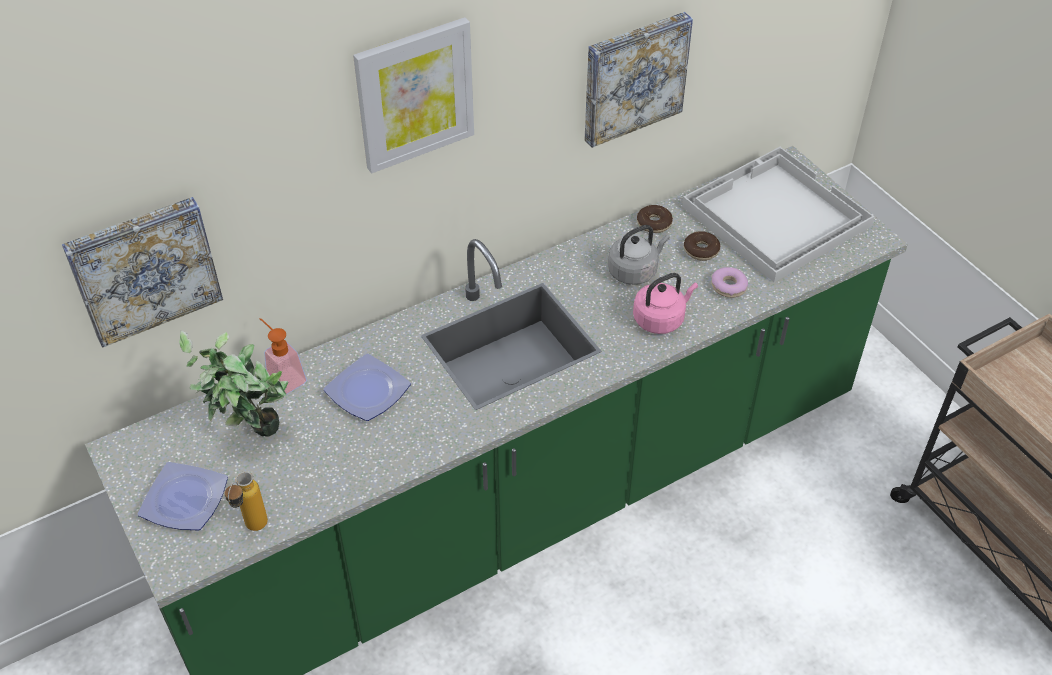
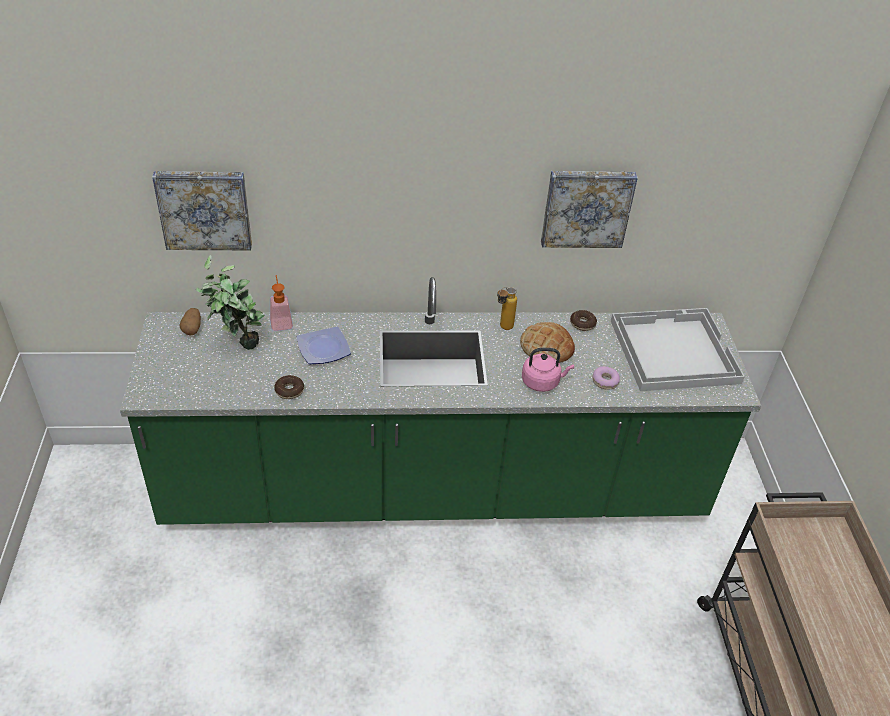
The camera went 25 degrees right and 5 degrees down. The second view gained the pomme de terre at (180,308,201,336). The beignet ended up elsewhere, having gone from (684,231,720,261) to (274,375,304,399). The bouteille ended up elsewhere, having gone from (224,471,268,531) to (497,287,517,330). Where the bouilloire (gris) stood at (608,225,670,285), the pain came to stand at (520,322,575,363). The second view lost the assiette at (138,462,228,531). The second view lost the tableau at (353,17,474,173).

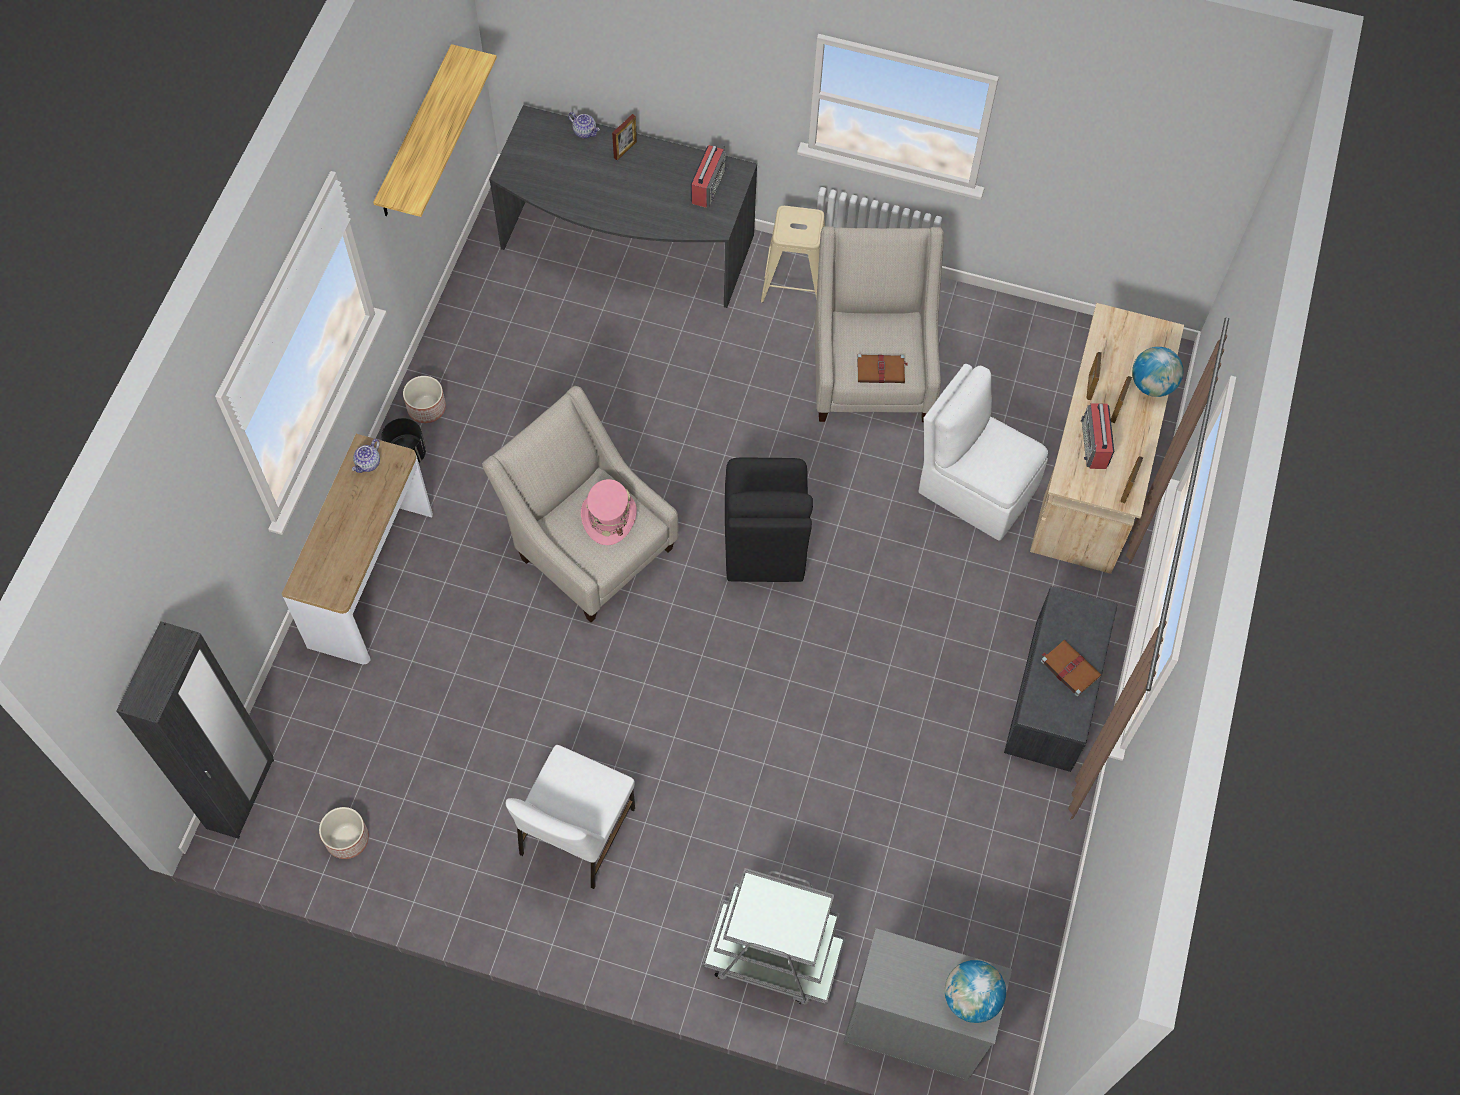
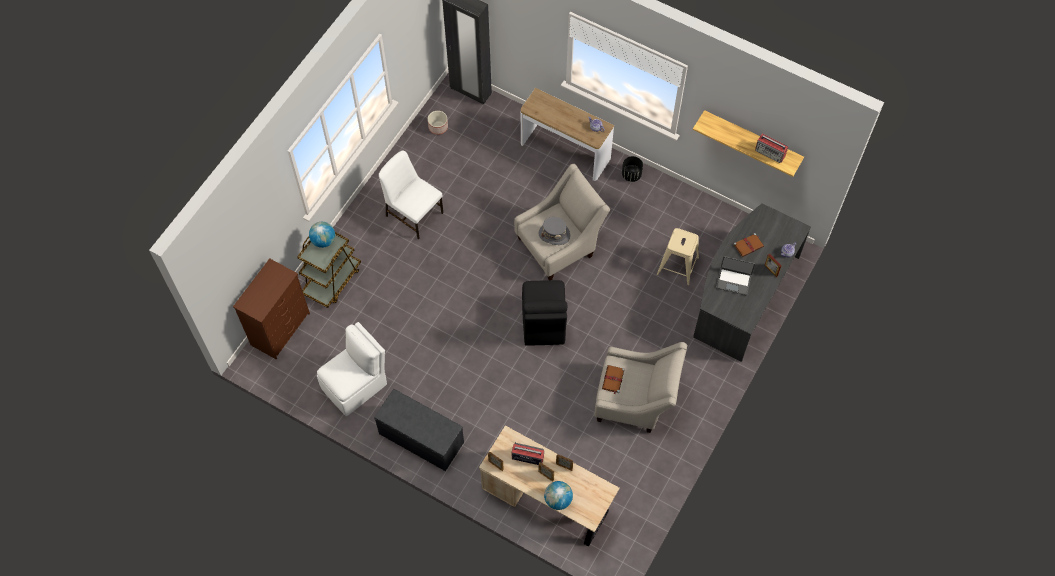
The camera went 105 degrees right and 0 degrees up. What was the commode (gris) at (843,928,1012,1082) turned into the commode (marron) at (233,258,310,360). What was the chariot (gris) at (702,868,846,1005) turned into the chariot (marron) at (297,232,361,308). The globe ended up elsewhere, having gone from (945,960,1006,1023) to (309,222,335,248). The chaise (blanc) ended up elsewhere, having gone from (918,364,1048,541) to (317,322,387,416). The chaise (noir) at (725,457,813,582) ended up facing another way, 105 degrees counterclockwise from before. What was the chapeau (rose) at (581,479,637,545) turned into the chapeau (gris) at (539,217,570,245). The tabouret (beige) ended up elsewhere, having gone from (761,206,825,303) to (657,228,699,285). The second view gained the ordinateur portable at (716,256,755,295). The livre (marron) ended up elsewhere, having gone from (1041,640,1101,697) to (734,233,764,257). The radio ended up elsewhere, having gone from (691,145,728,208) to (755,134,788,163). The second view lost the cache-pot at (403,376,446,423).

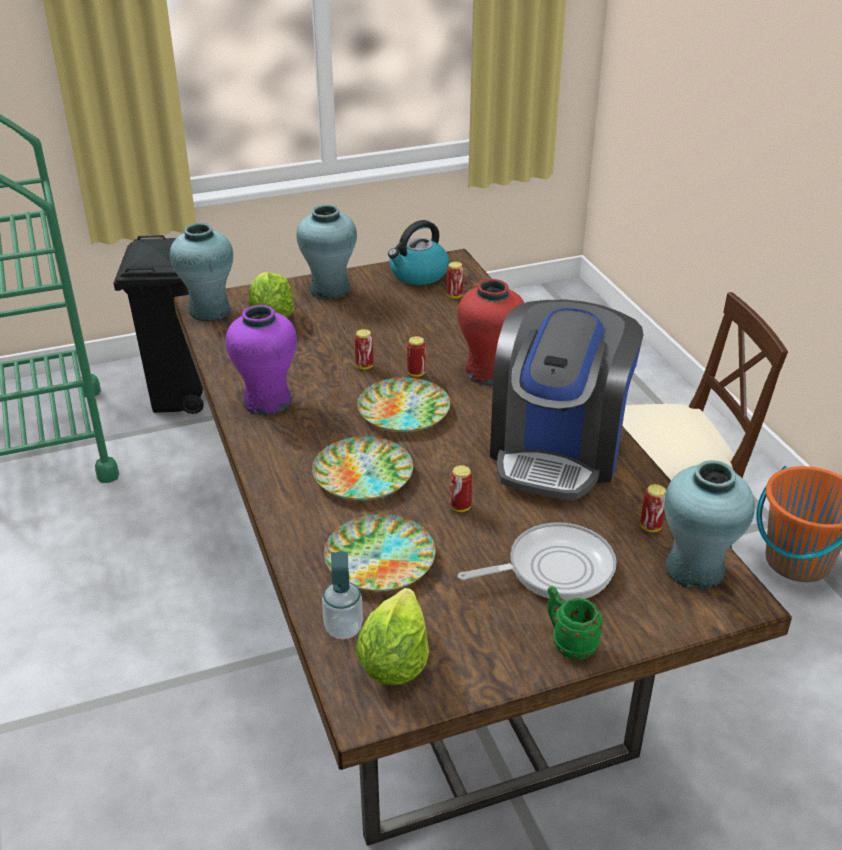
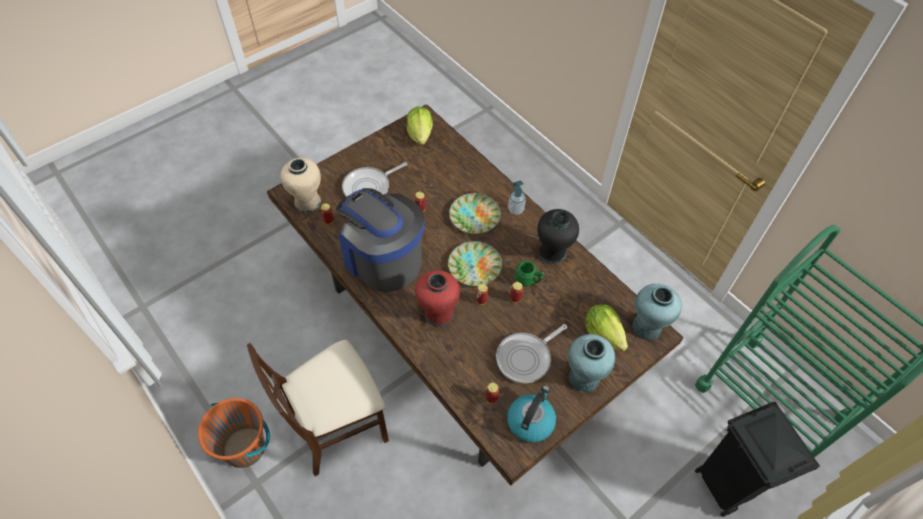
The camera went 160 degrees right and 20 degrees up. What was the vase (turquoise) at (664,460,755,590) turned into the vase (beige) at (280,158,321,213). The machine à café at (490,300,643,500) ended up facing another way, 45 degrees counterclockwise from before. The second view gained the poêle at (496,324,567,383). The distributeur de savon ended up elsewhere, having gone from (322,552,363,639) to (508,180,526,215). The mug (vert) ended up elsewhere, having gone from (547,586,603,660) to (515,261,544,287). What was the vase (violet) at (225,305,297,415) turned into the vase (noir) at (537,209,579,264). The second view lost the assiette at (324,514,435,591).

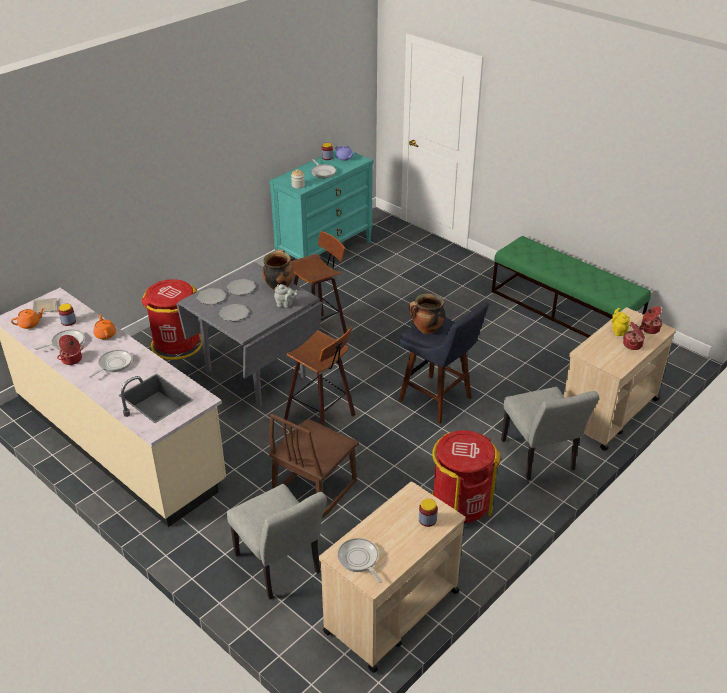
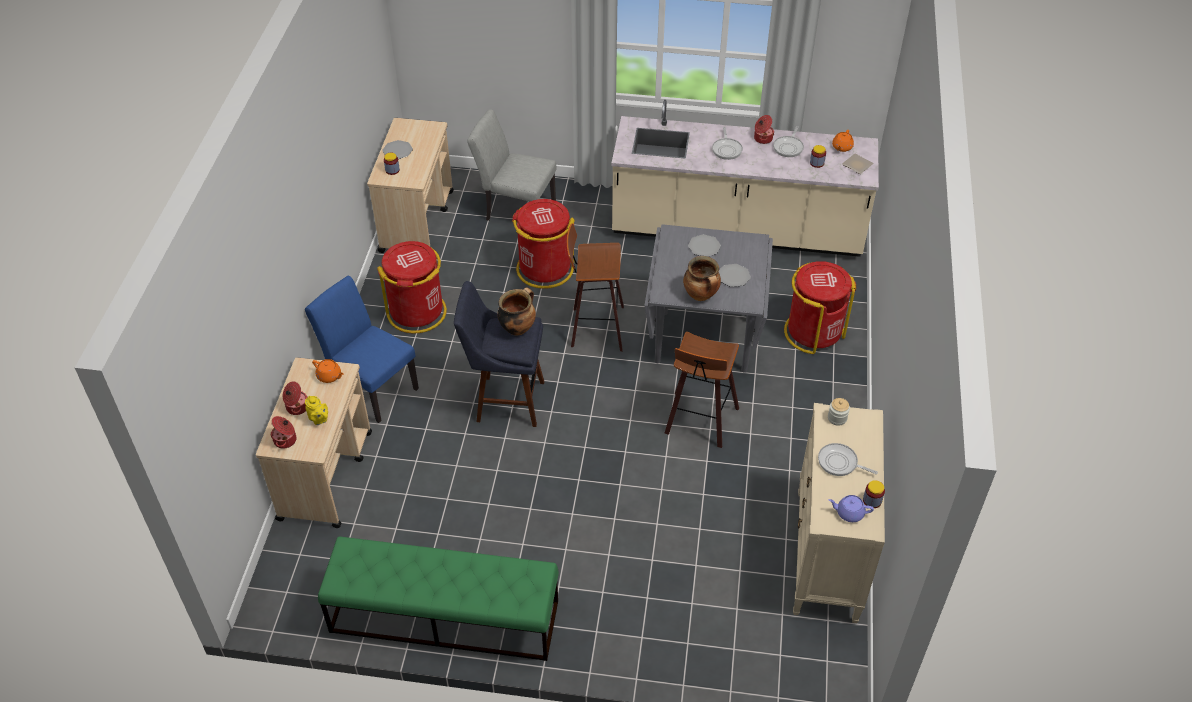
The camera went 145 degrees right and 10 degrees up. What was the chaise (gris) at (501,387,599,481) turned into the chaise (bleu) at (305,276,419,423). The théière (orange) ended up elsewhere, having gone from (93,314,116,339) to (312,359,344,383). The assiette ended up elsewhere, having gone from (197,288,226,305) to (382,140,413,159). Where the chaise (marron) stood at (269,413,359,518), the poubelle (rouge) came to stand at (512,199,574,289). What was the commode (turquoise) at (269,149,373,259) turned into the commode (beige) at (793,403,885,623). The second view lost the théière (gris) at (274,284,299,308). The second view lost the poêle at (338,538,383,583).

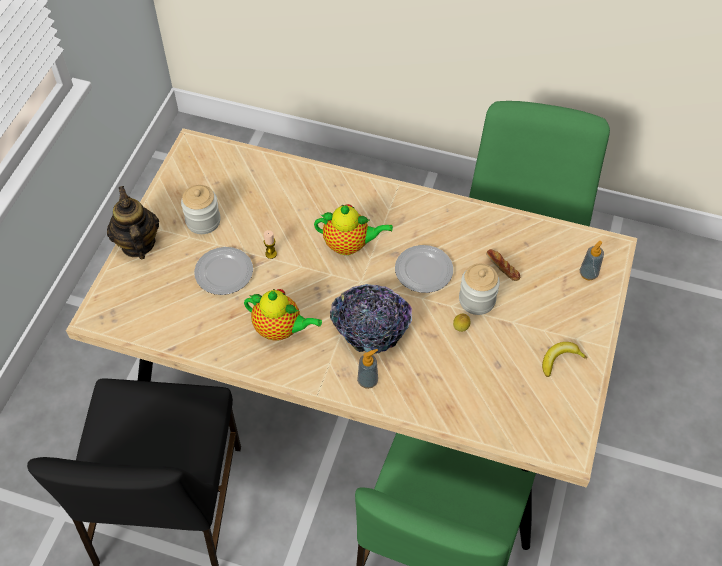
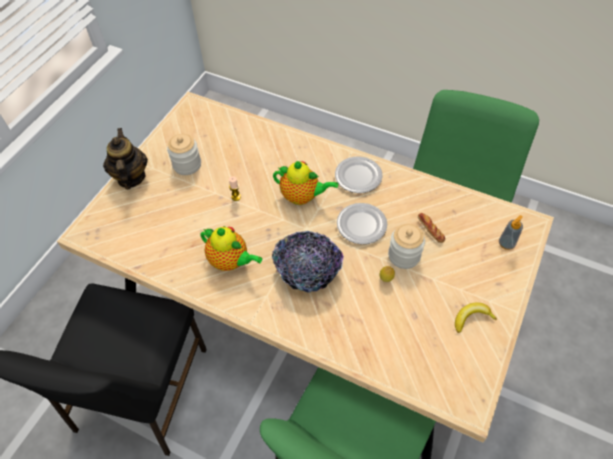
The camera went 10 degrees right and 0 degrees up. The assiette ended up elsewhere, having gone from (194,247,253,295) to (335,157,383,193). The second view lost the distributeur de savon at (357,349,378,389).

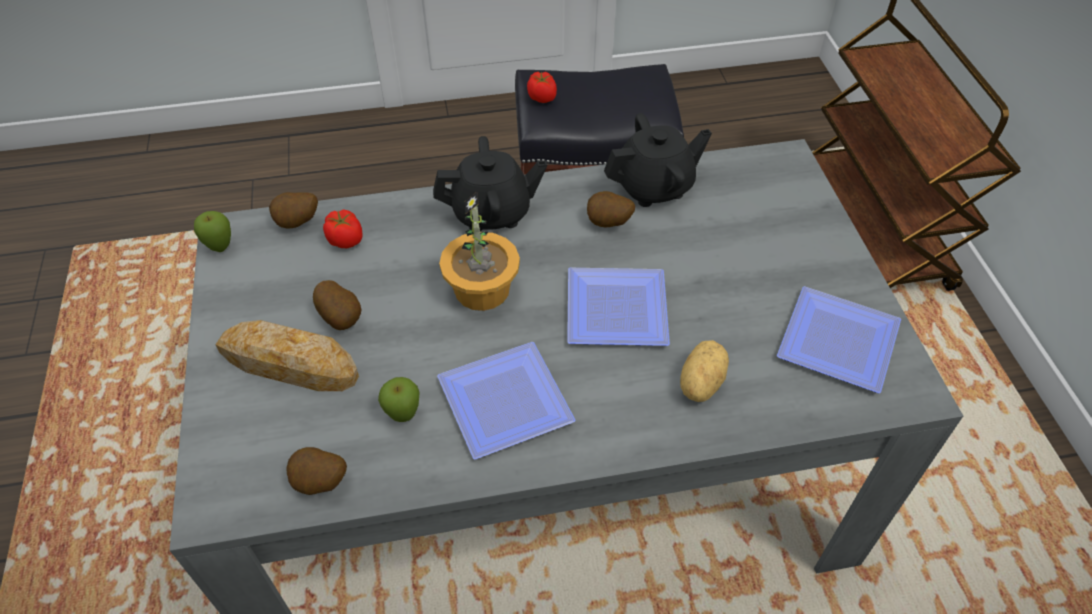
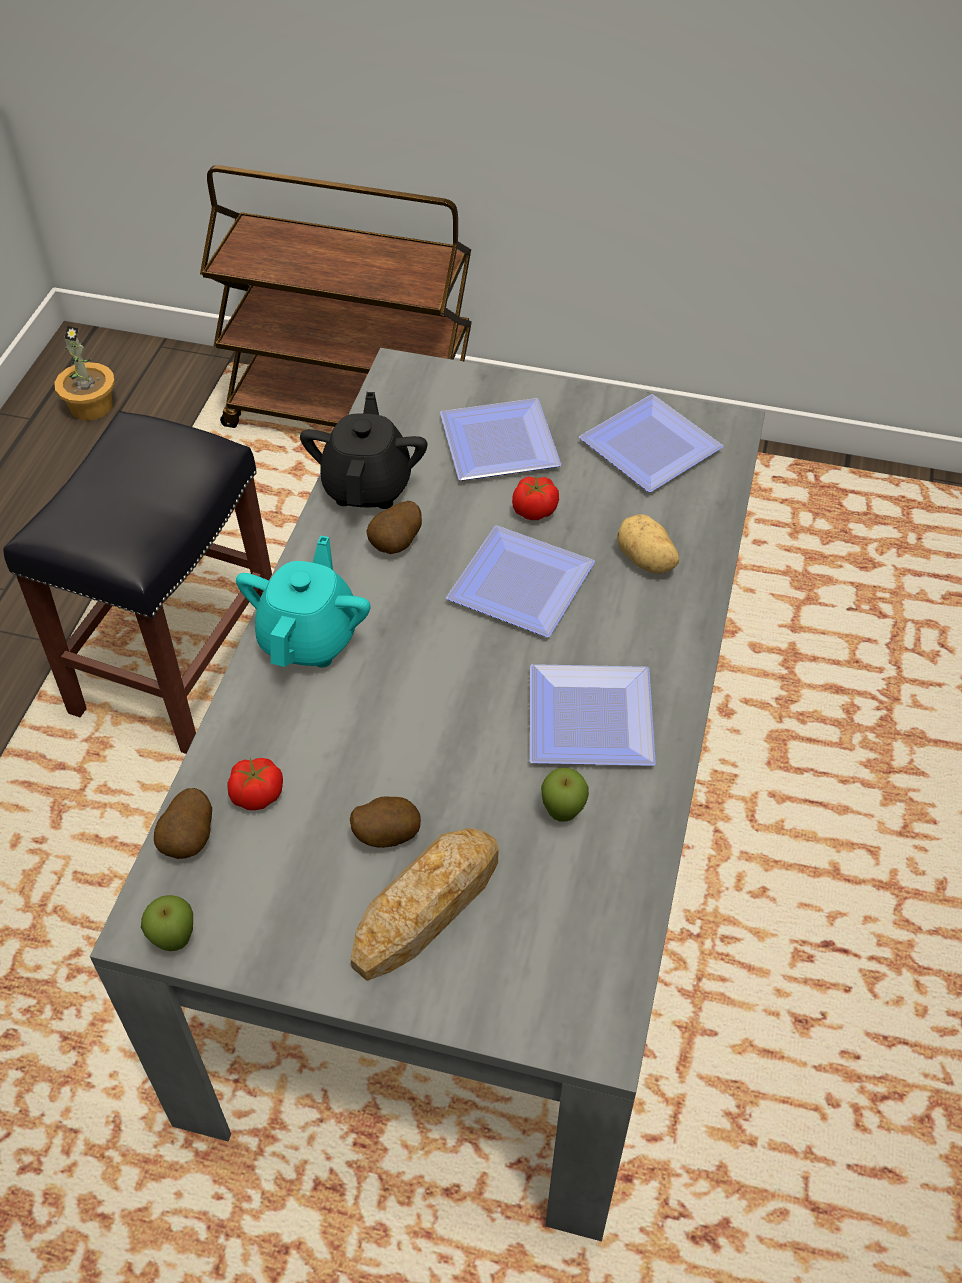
The camera went 65 degrees left and 0 degrees up. The plante en pot ended up elsewhere, having gone from (439,191,520,311) to (54,326,115,421). What was the théière (noir) at (433,136,547,231) turned into the théière (turquoise) at (236,536,371,668). The second view gained the assiette at (440,398,561,481). The tomate ended up elsewhere, having gone from (527,72,557,103) to (512,477,559,520). The second view lost the pomme de terre at (287,447,347,495).

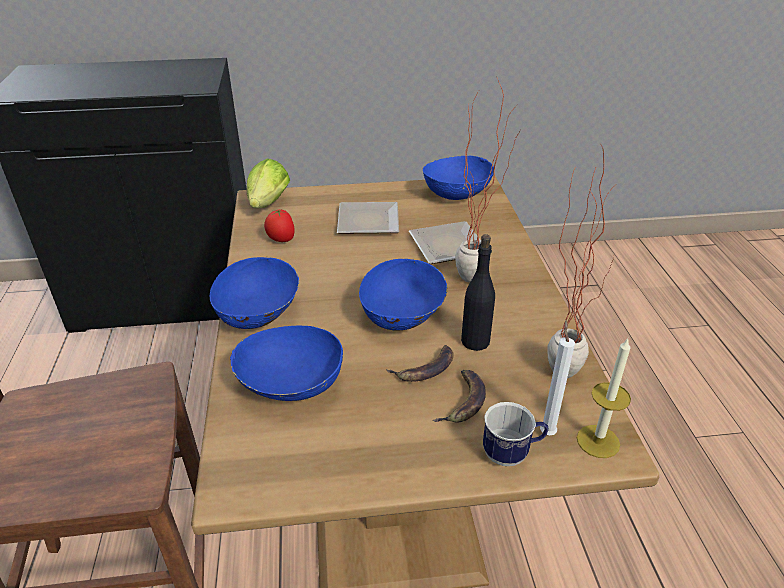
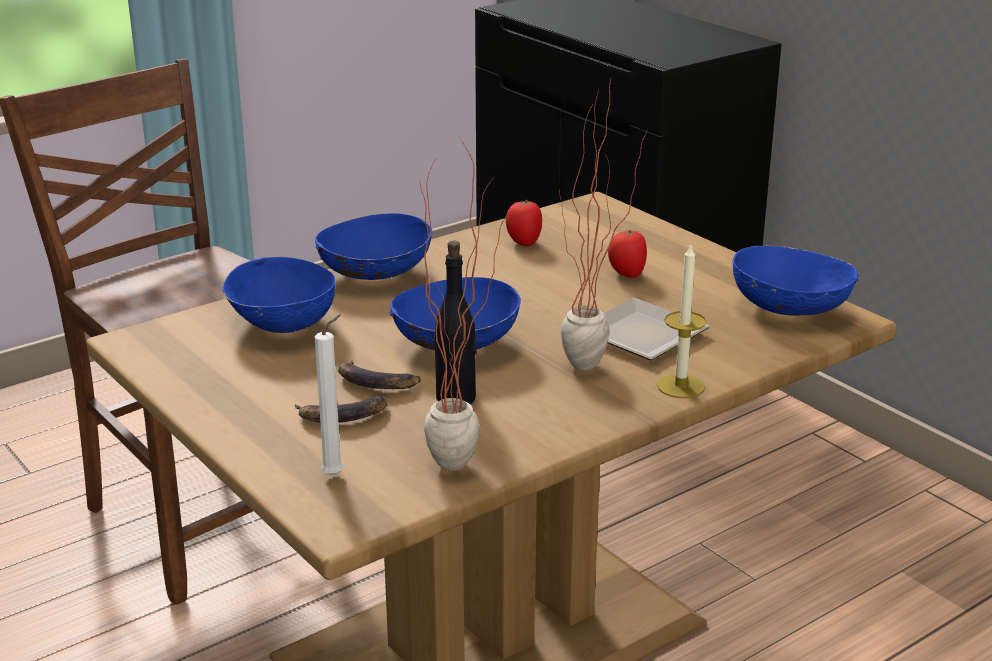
The camera went 60 degrees right and 10 degrees down. Where the assiette stood at (337,202,399,234), the tomate came to stand at (608,229,647,278). The bougie ended up elsewhere, having gone from (577,338,631,458) to (657,243,707,398). The second view lost the laitue at (247,158,290,208). The second view lost the mug at (483,402,548,466).

